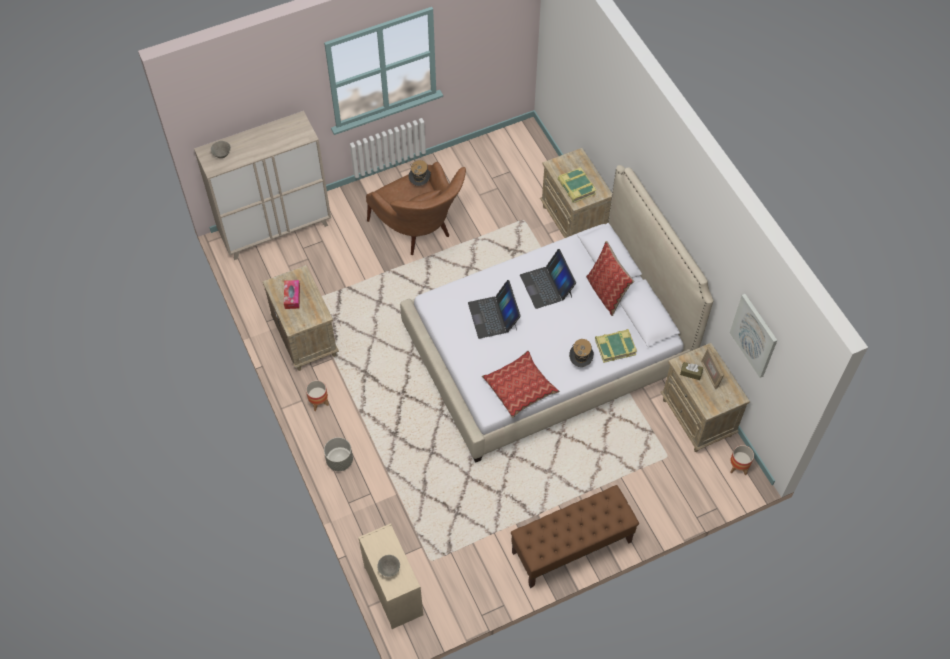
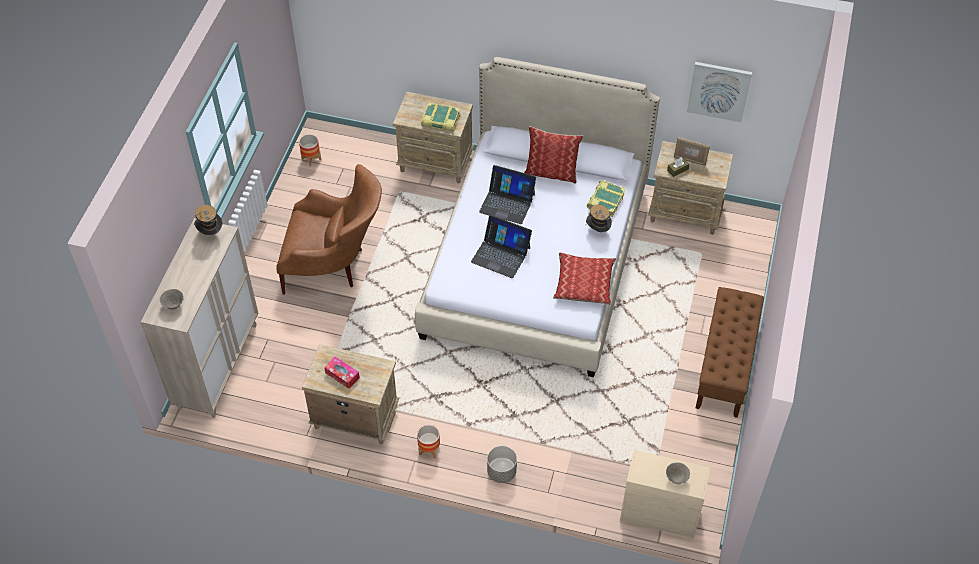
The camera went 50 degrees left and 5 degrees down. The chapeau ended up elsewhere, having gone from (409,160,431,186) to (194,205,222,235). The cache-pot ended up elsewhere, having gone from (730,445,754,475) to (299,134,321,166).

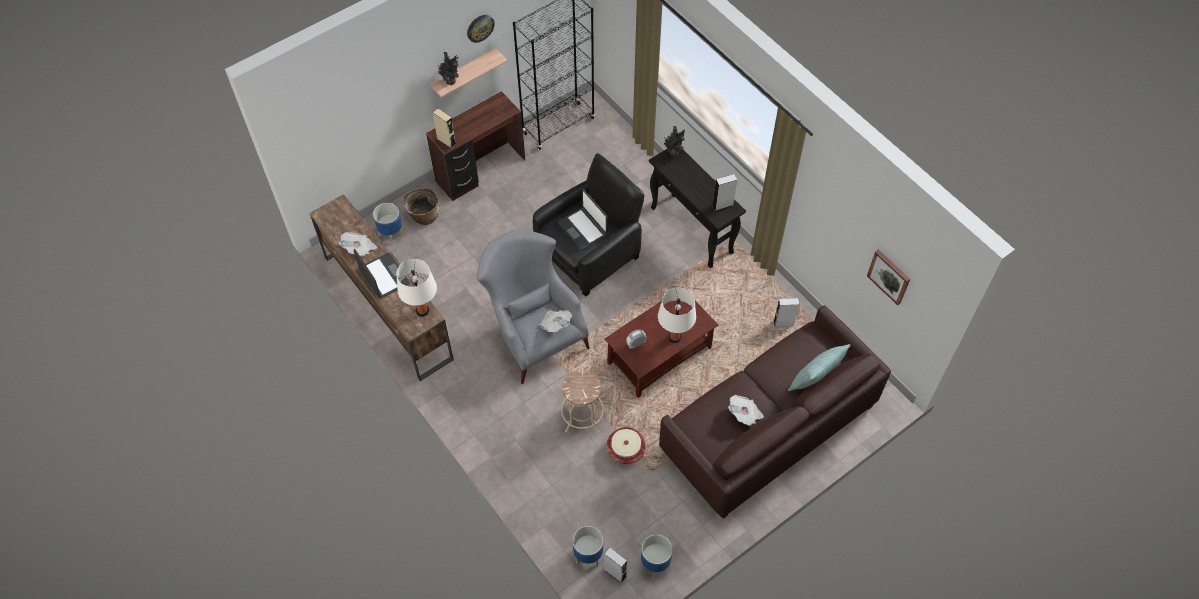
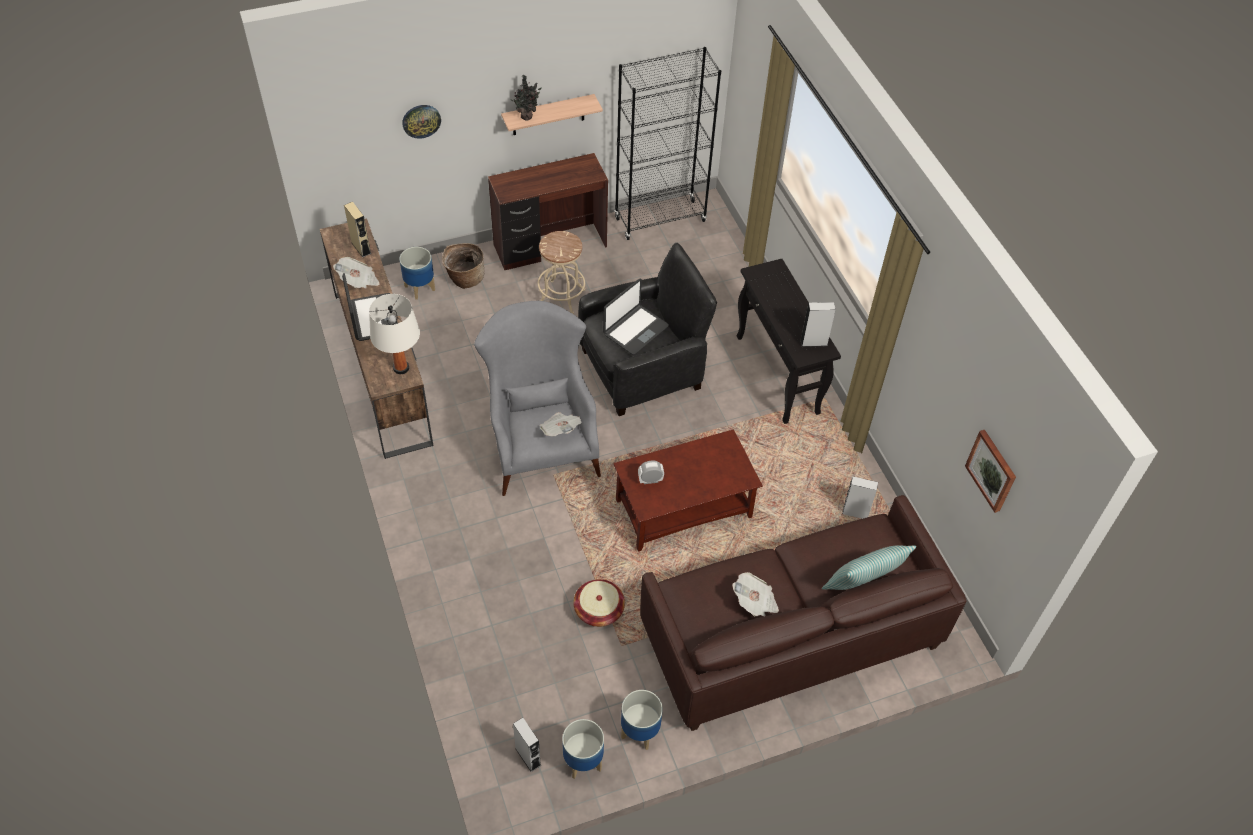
The camera went 15 degrees right and 5 degrees down. The enceinte (beige) ended up elsewhere, having gone from (433,108,456,148) to (344,202,371,258). The horloge murale ended up elsewhere, having gone from (467,15,495,43) to (402,105,441,139). The tabouret (beige) ended up elsewhere, having gone from (561,370,604,434) to (538,231,585,314). The ordinateur portable at (558,189,608,250) ended up facing another way, 120 degrees counterclockwise from before. The cache-pot ended up elsewhere, having gone from (573,526,603,567) to (621,690,663,750). The second view lost the lampe de table (blanc) at (658,287,696,343). The second view lost the plante en pot at (663,126,685,157).

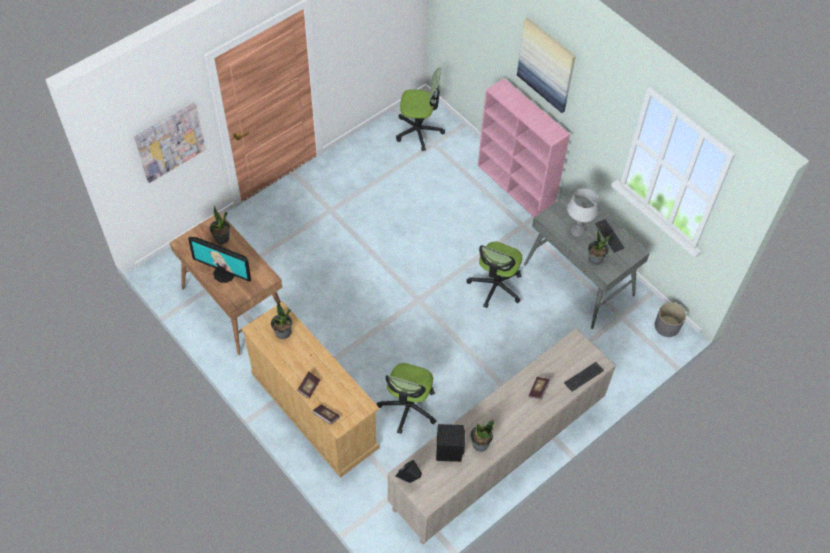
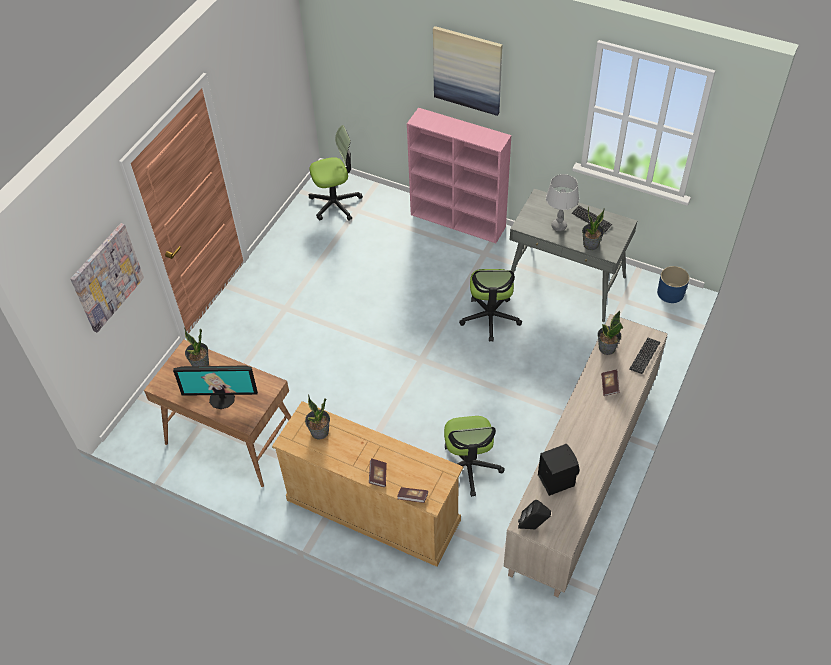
The camera went 20 degrees left and 5 degrees down. The plante en pot ended up elsewhere, having gone from (470,419,494,452) to (597,310,623,355). What was the cache-pot (gris) at (655,302,686,337) turned into the cache-pot (bleu) at (657,266,689,303).

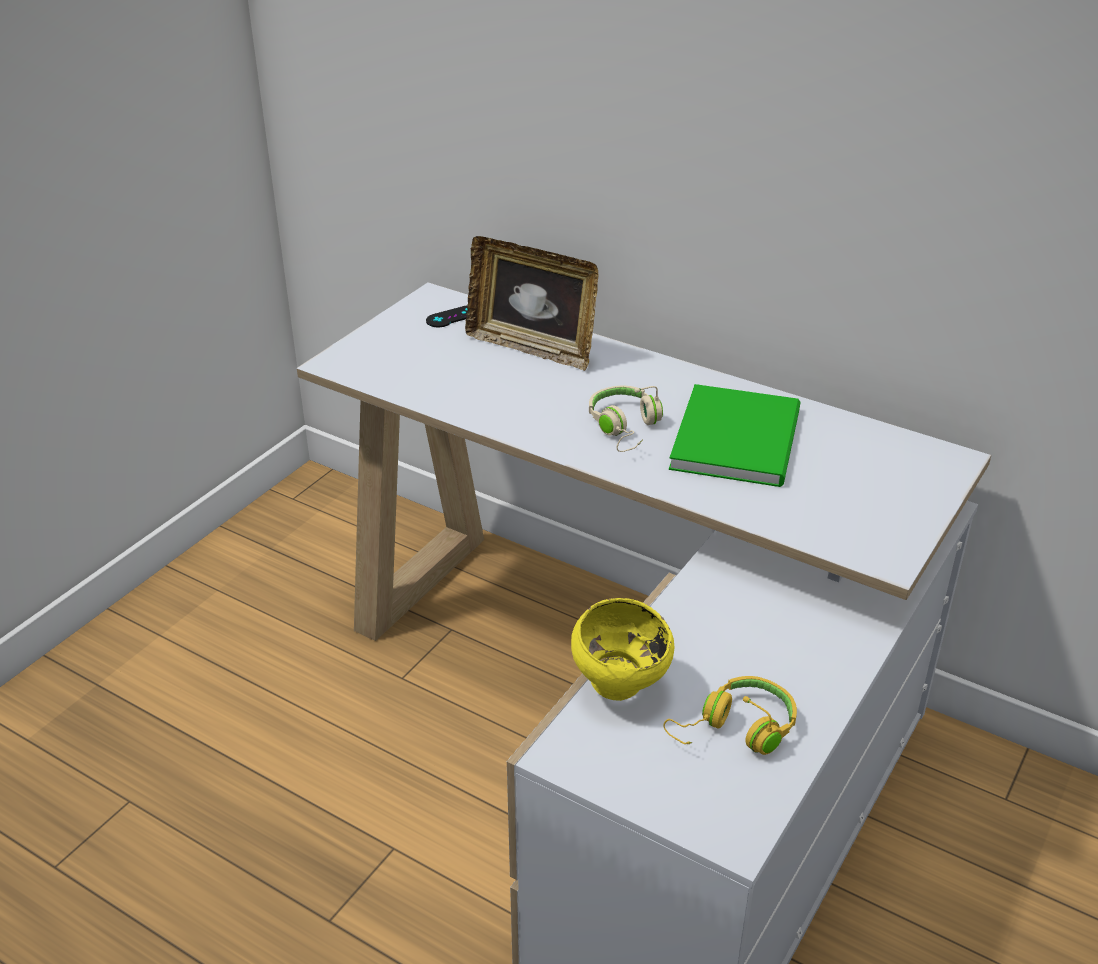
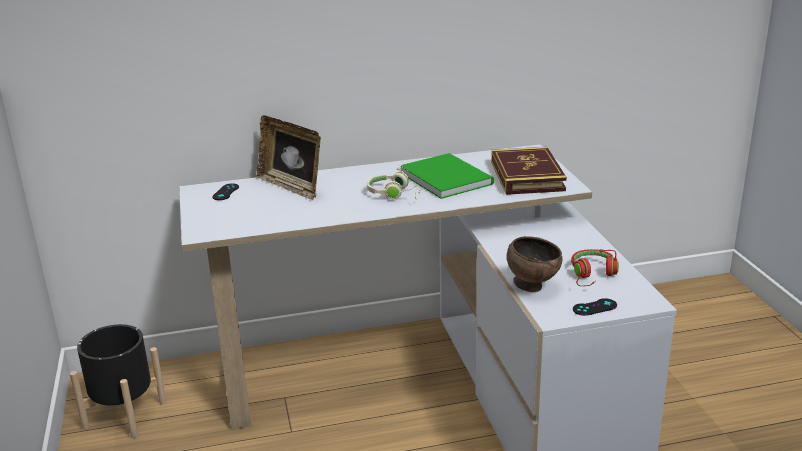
The camera went 45 degrees left and 10 degrees down. The second view gained the cache-pot (noir) at (70,324,166,438). The cadre photo at (465,236,599,371) ended up facing another way, 60 degrees clockwise from before. The second view gained the livre at (491,147,567,195). What was the bol (jaune) at (571,598,675,701) turned into the bol (marron) at (507,236,562,292). What was the casque audio (jaune) at (663,676,797,755) turned into the casque audio (rouge) at (571,249,619,286). The second view gained the manette (noir) at (573,298,617,316).

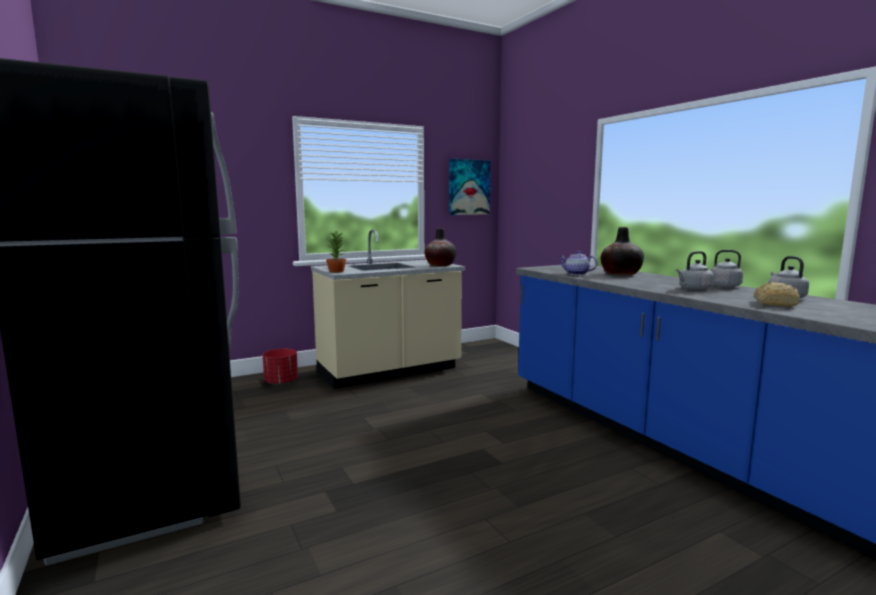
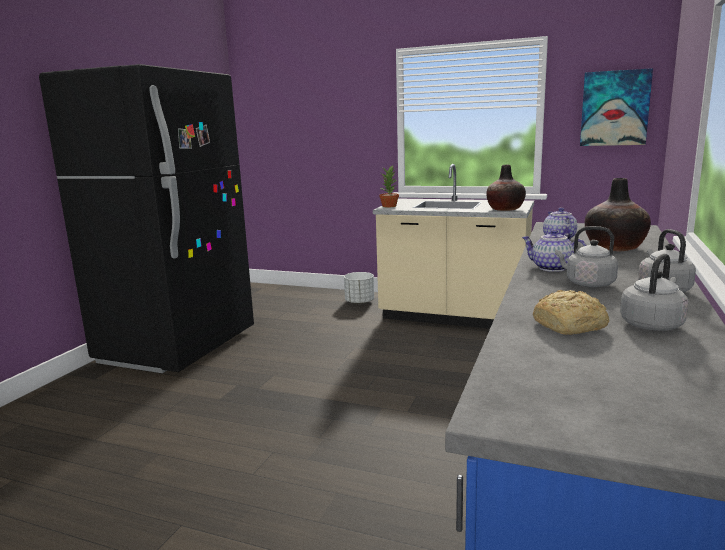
The camera went 50 degrees right and 5 degrees up. What was the cache-pot (rouge) at (263,349,298,385) turned into the cache-pot (blanc) at (344,272,374,305). The second view gained the théière at (521,230,587,272).

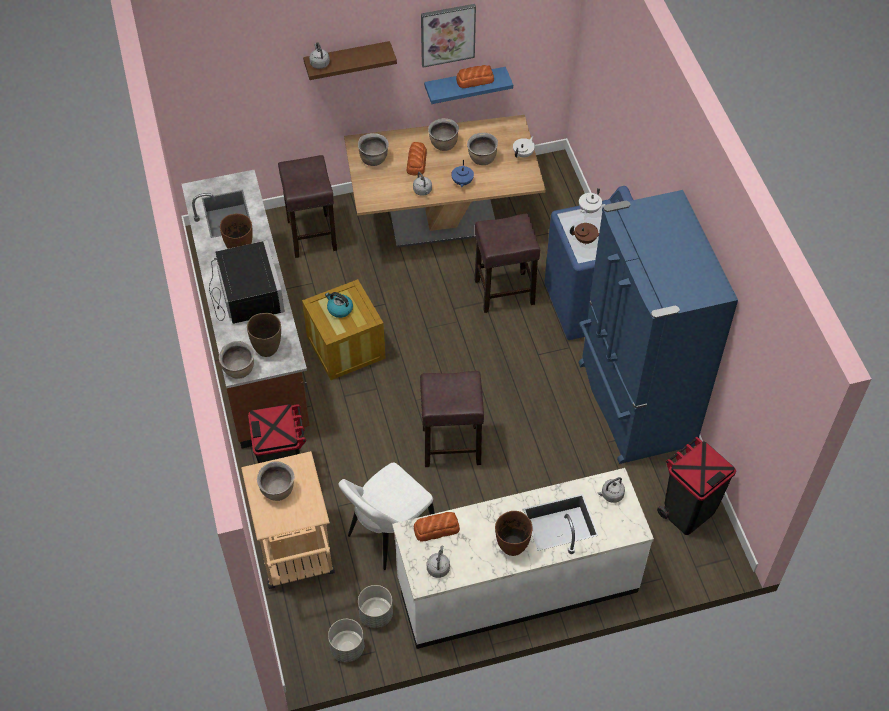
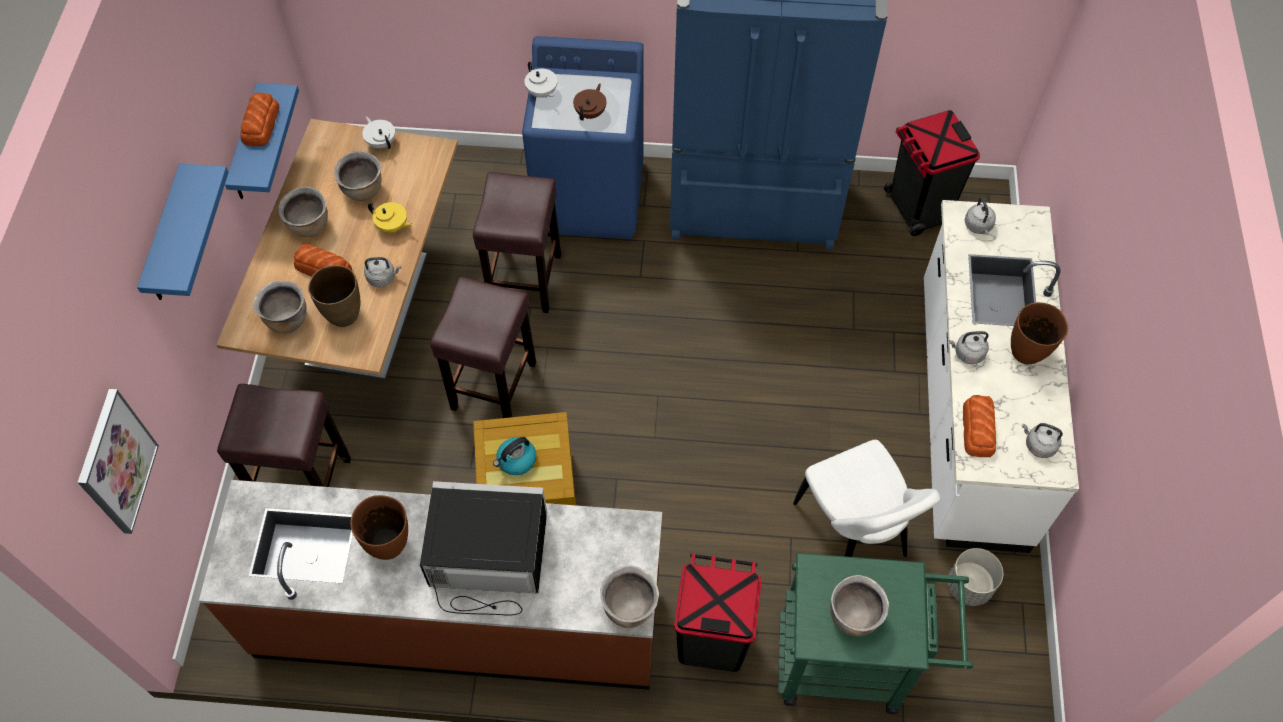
The camera went 70 degrees left and 5 degrees up. The tableau ended up elsewhere, having gone from (421,4,476,68) to (77,389,159,534). What was the étagère (marron) at (303,41,397,80) turned into the étagère (bleu) at (137,164,229,300). The vase (marron) ended up elsewhere, having gone from (247,313,281,357) to (308,265,360,327). What was the théière (bleu) at (451,160,474,187) turned into the théière (jaune) at (368,202,413,233). The tabouret (marron) ended up elsewhere, having gone from (420,371,484,467) to (430,277,536,418). What was the chariot (beige) at (241,451,335,589) turned into the chariot (vert) at (778,553,973,714). The bouilloire (gris) ended up elsewhere, having gone from (309,42,330,69) to (949,331,989,364). The second view lost the cache-pot (gris) at (328,619,364,662).

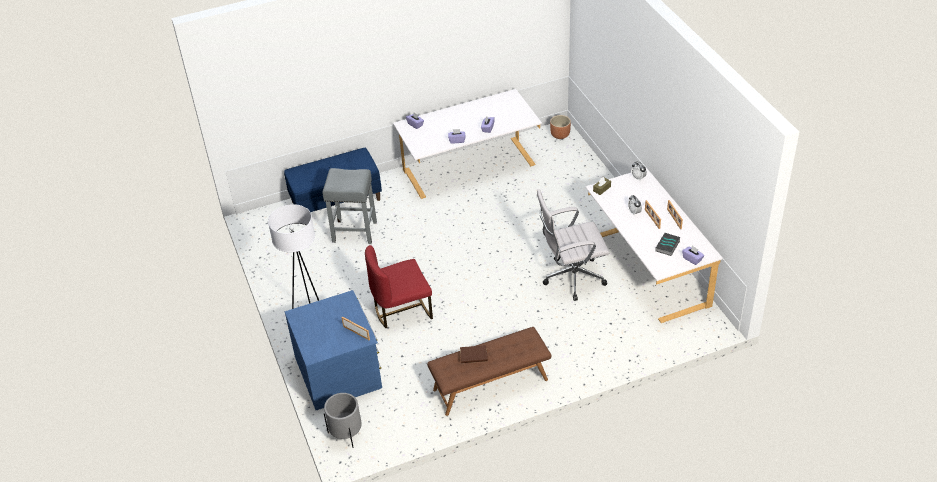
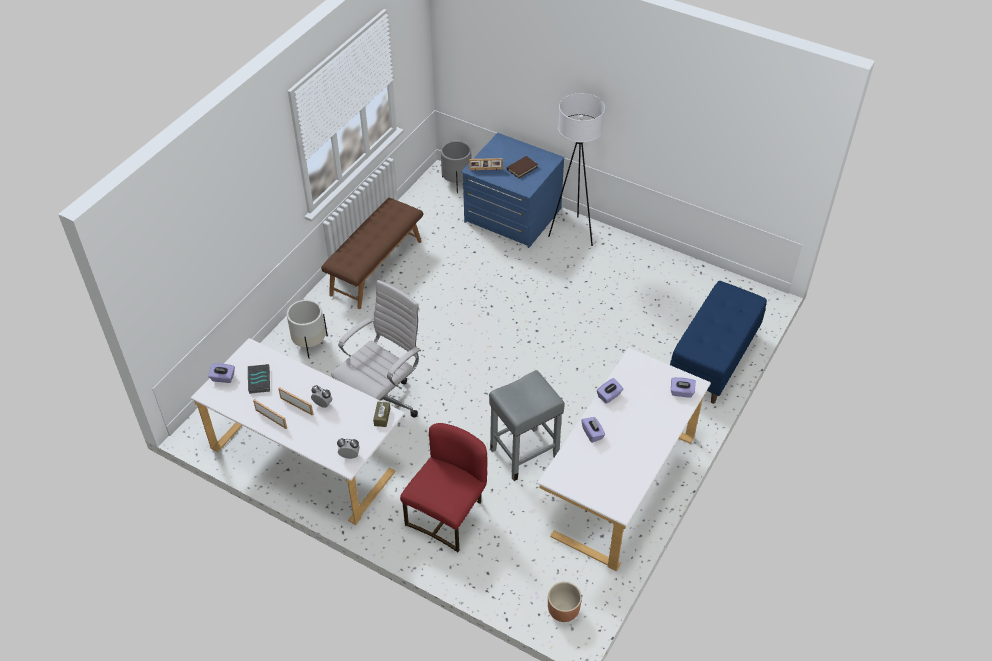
The camera went 140 degrees right and 5 degrees up. The second view gained the cache-pot (blanc) at (287,300,328,359). The chaise (rouge) ended up elsewhere, having gone from (365,245,433,328) to (400,423,487,552). The tabouret (gris) ended up elsewhere, having gone from (322,168,377,244) to (489,370,565,481). The livre (marron) ended up elsewhere, having gone from (460,345,488,363) to (507,156,538,178).

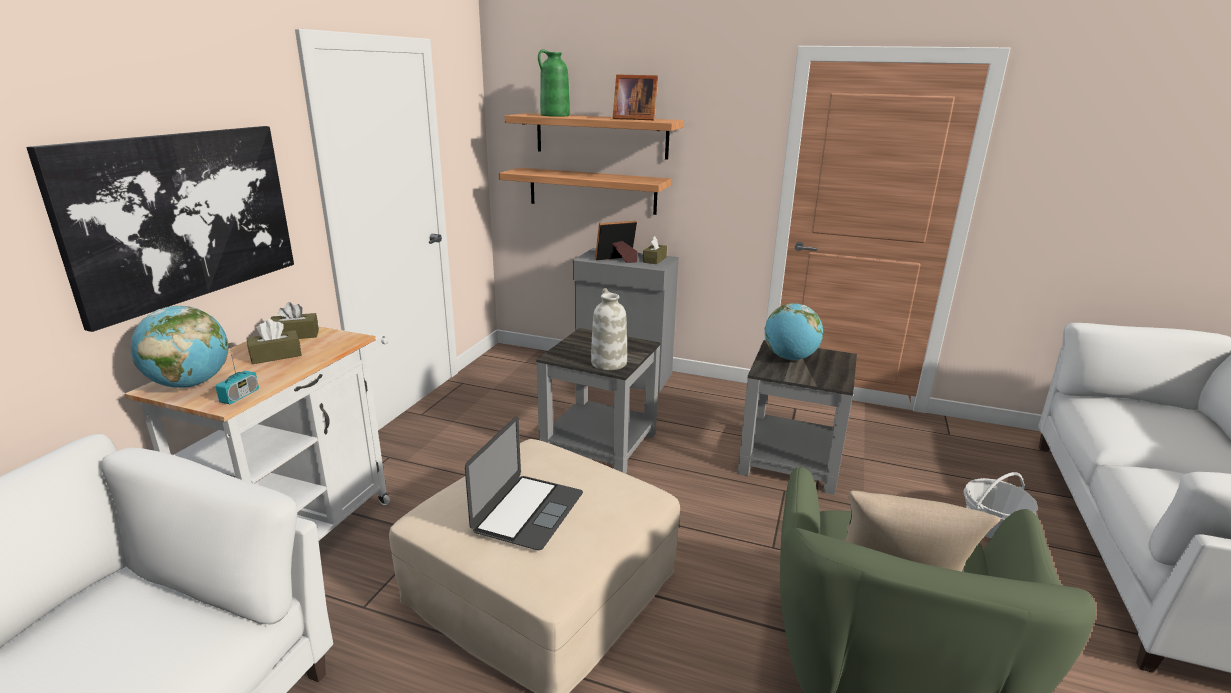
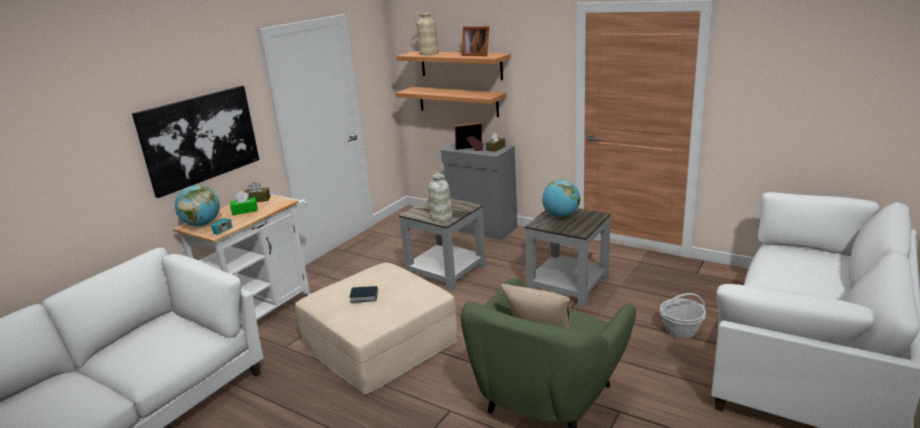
The camera went 15 degrees right and 0 degrees up. What was the boîte à mouchoirs (marron) at (246,319,302,364) turned into the boîte à mouchoirs (vert) at (230,191,257,215). Where the ordinateur portable stood at (465,416,583,550), the livre came to stand at (350,286,378,303). What was the vase (vert) at (538,49,570,117) turned into the vase (beige) at (414,13,439,55).

